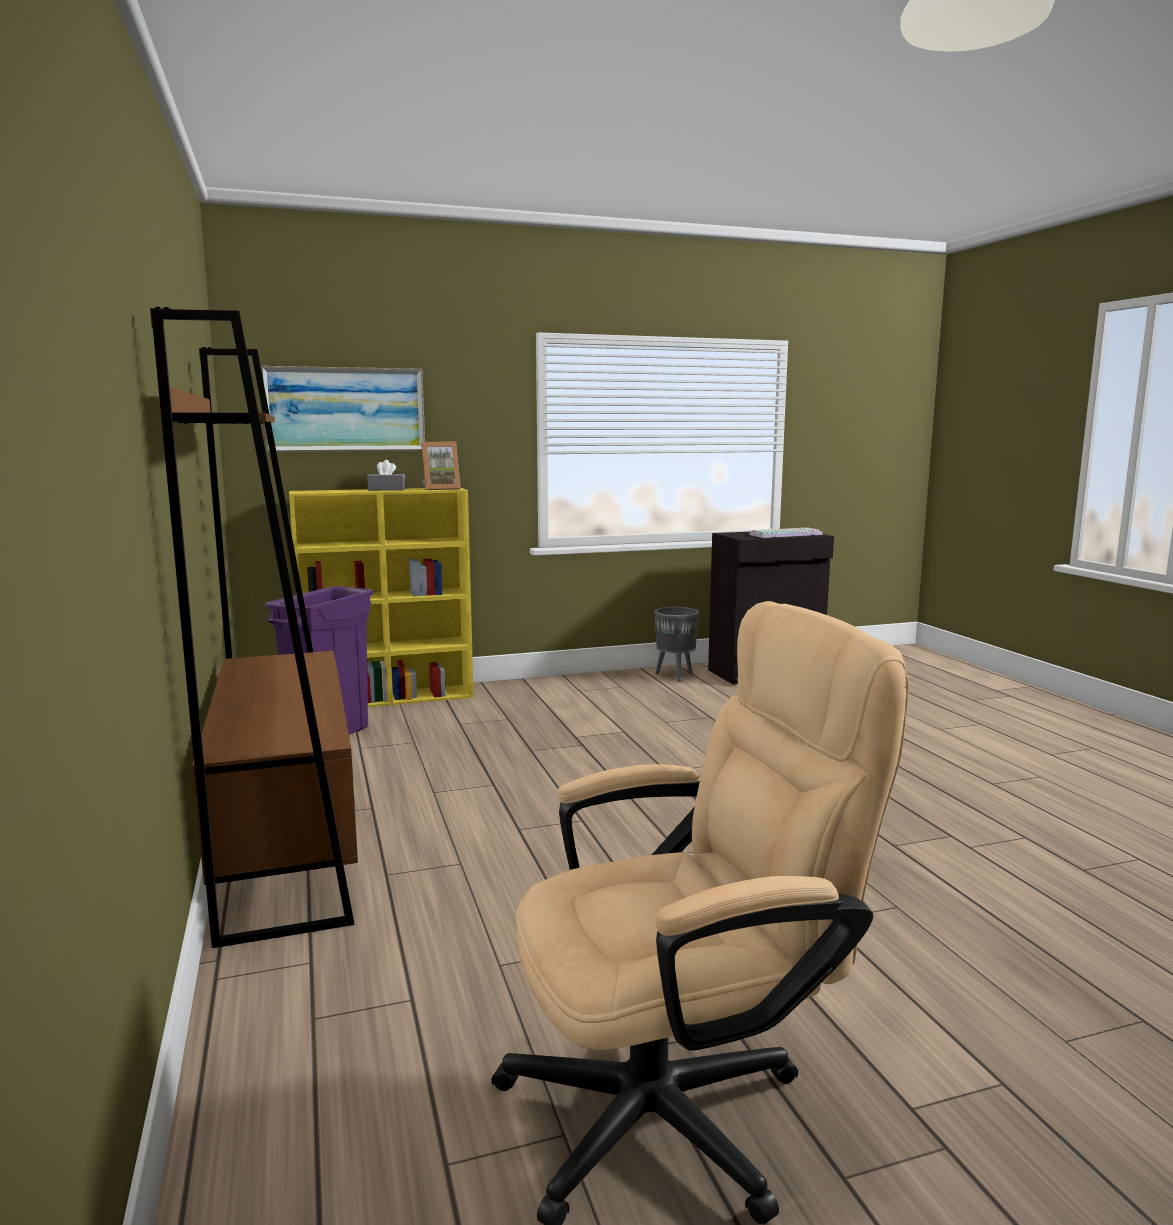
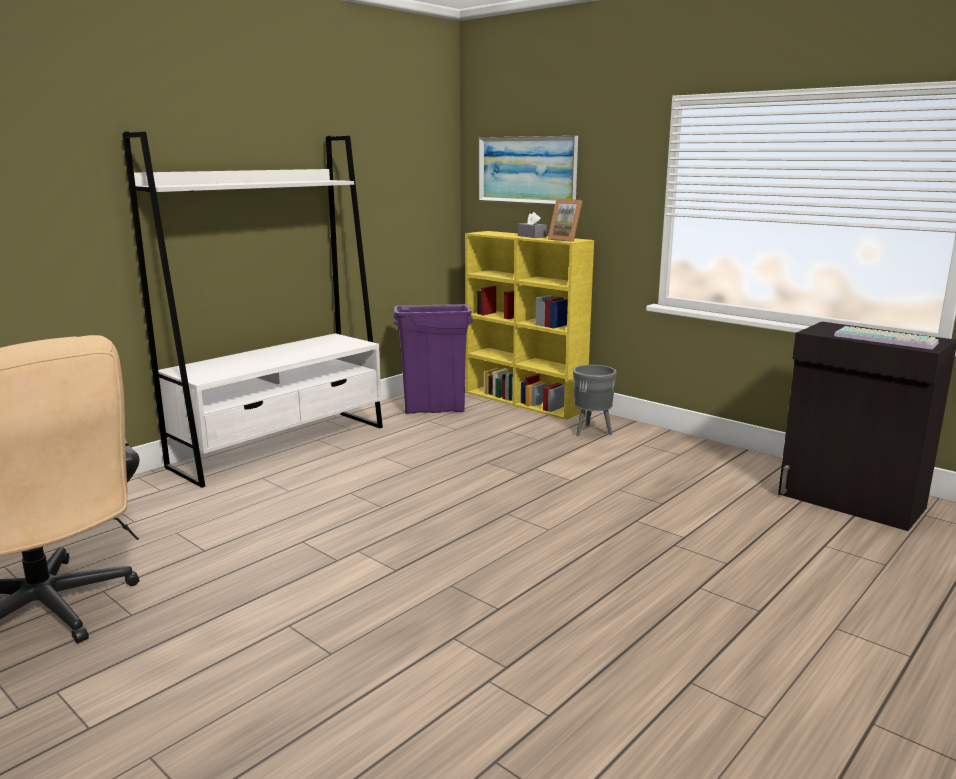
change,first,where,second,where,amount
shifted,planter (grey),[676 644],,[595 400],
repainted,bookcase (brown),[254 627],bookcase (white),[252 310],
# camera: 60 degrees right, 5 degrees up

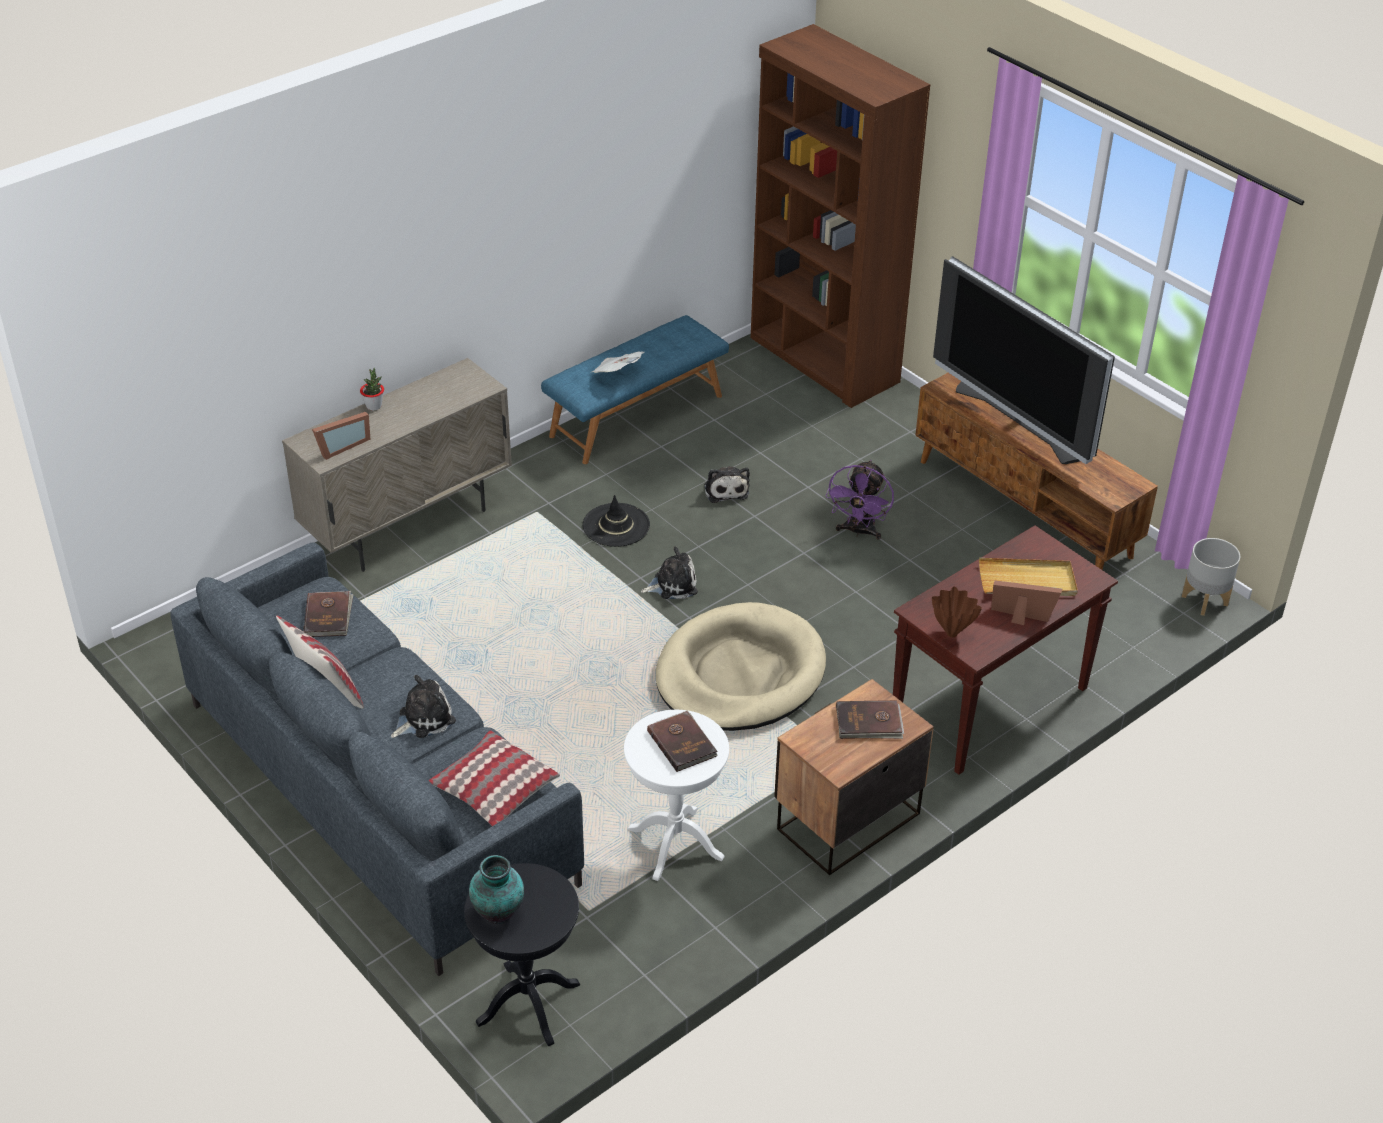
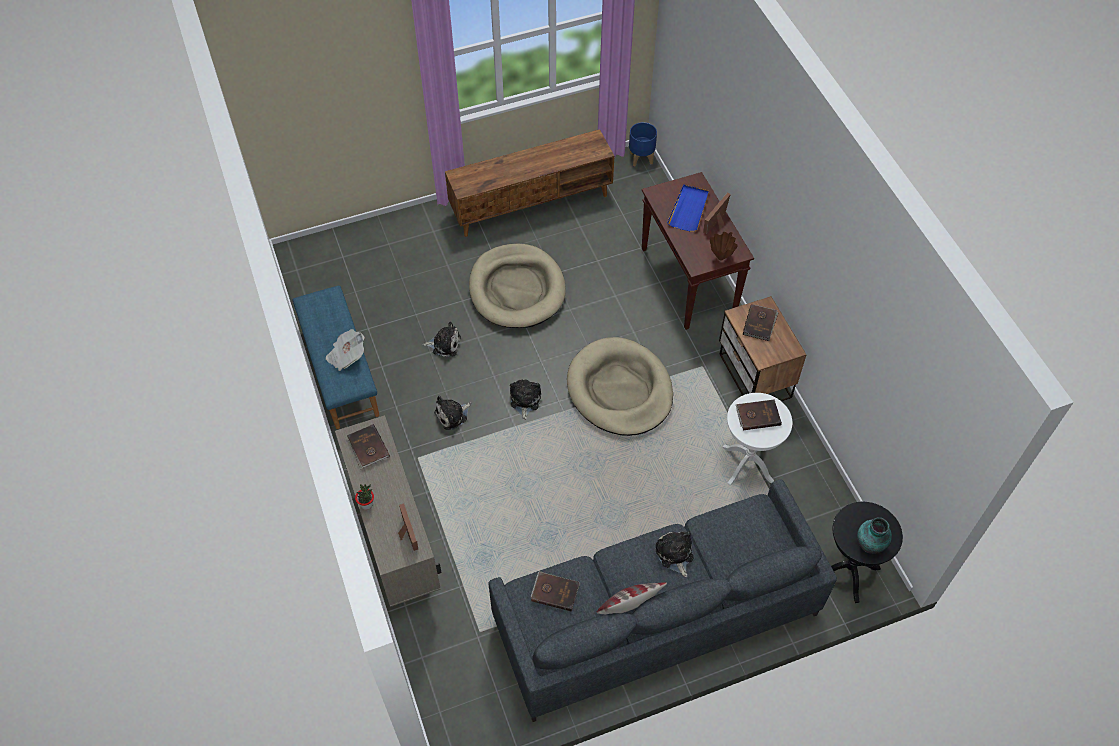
change,first,where,second,where,amount
gone,pillow,[494 778],,,
gone,bookcase (brown),[840 216],,,
gone,television,[1024 360],,,
new,,,book (brown),[368 446],
swapped,hat (black),[616 521],plush toy,[452 413],
swapped,fan (purple),[860 500],dog bed (beige),[517 286],
repainted,tray (beige),[1028 577],tray (blue),[688 208],
repainted,planter (grey),[1211 577],planter (blue),[643 144],
# camera: 70 degrees left, 15 degrees up

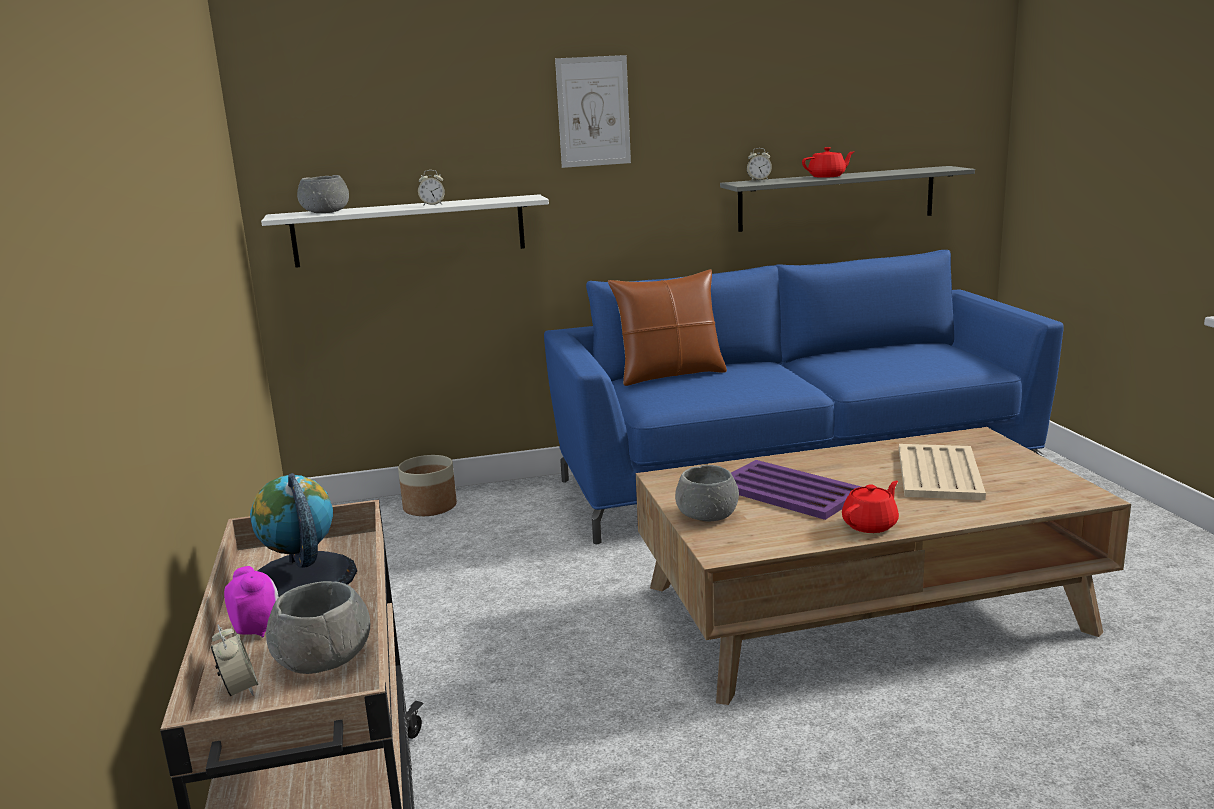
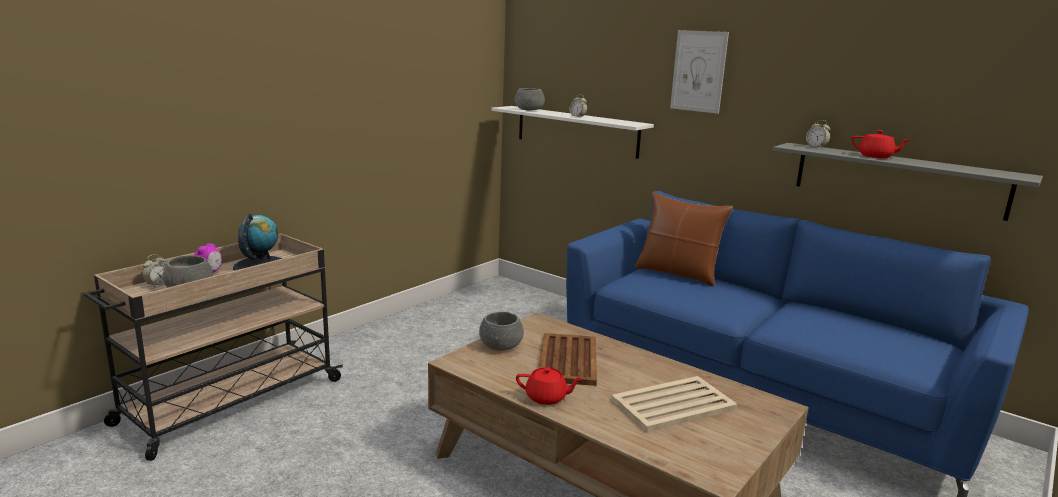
change,first,where,second,where,amount
gone,planter,[427 485],,,
repainted,tray (purple),[796 490],tray (brown),[568 359],
# camera: 50 degrees right, 0 degrees up

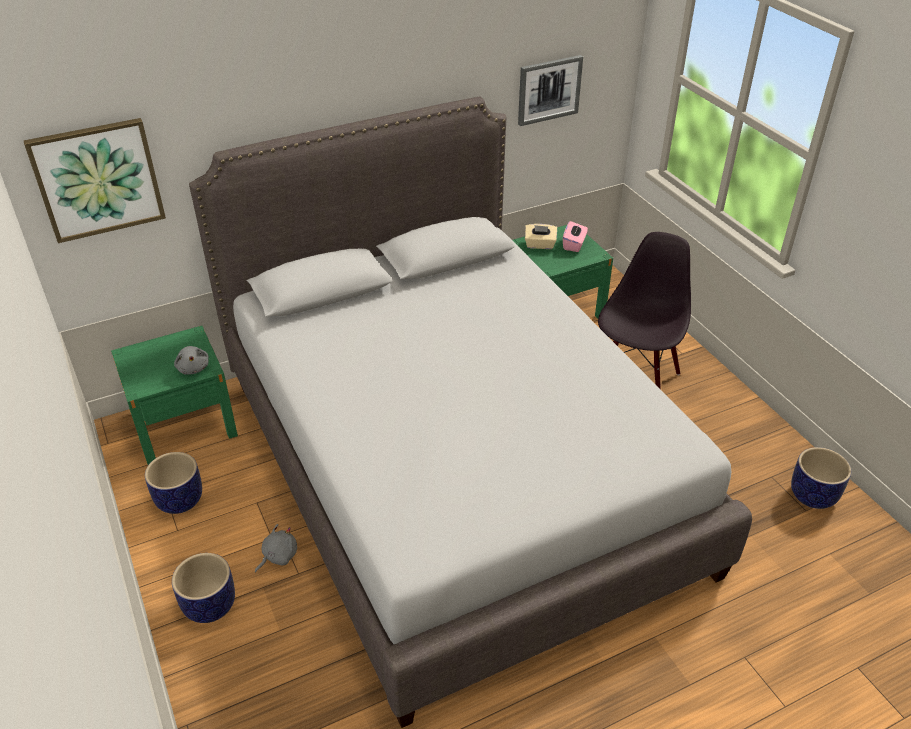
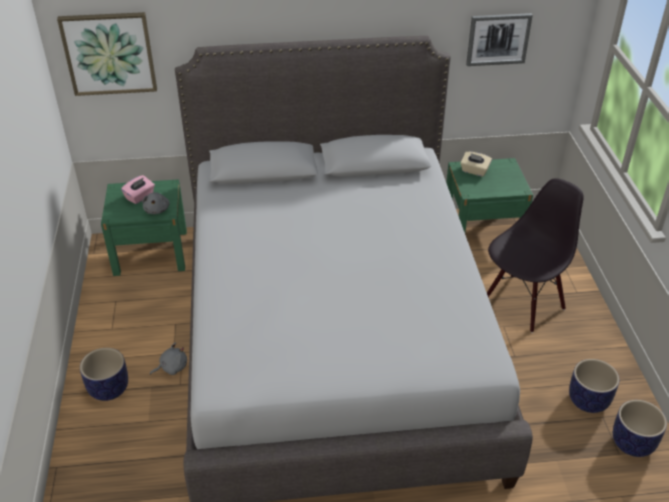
change,first,where,second,where,amount
shifted,planter,[173 483],,[594 386],
shifted,tissue box (pink),[575 236],,[138 189],
# camera: 20 degrees right, 0 degrees up

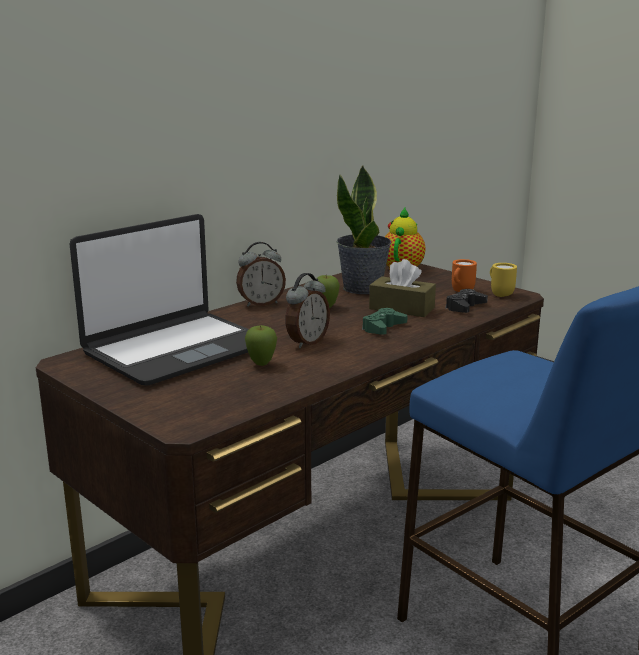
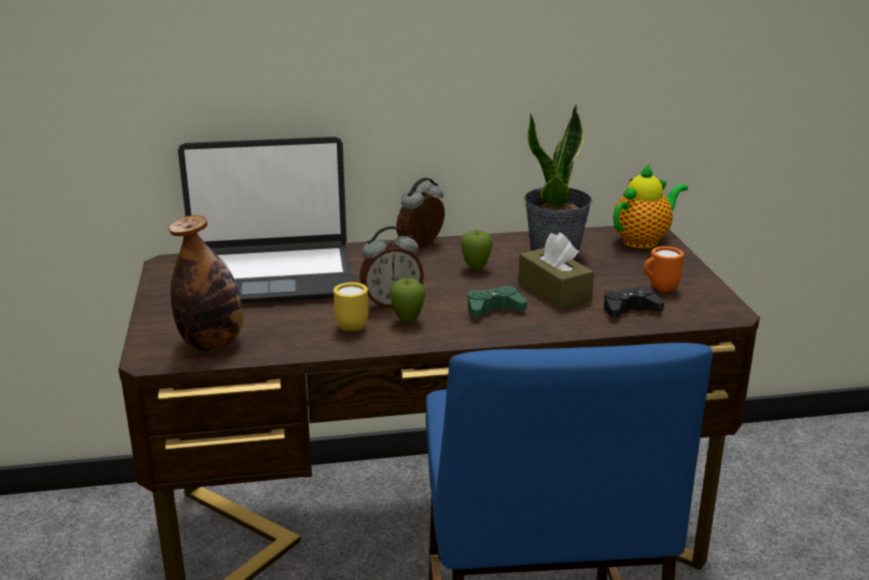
change,first,where,second,where,amount
new,,,bottle,[205 283],
shifted,apple,[261 345],,[407 300],
shifted,mug (yellow),[503 280],,[351 306],
rotated,alarm clock,[261 274],,[420 212],120 degrees clockwise
# camera: 35 degrees right, 5 degrees up

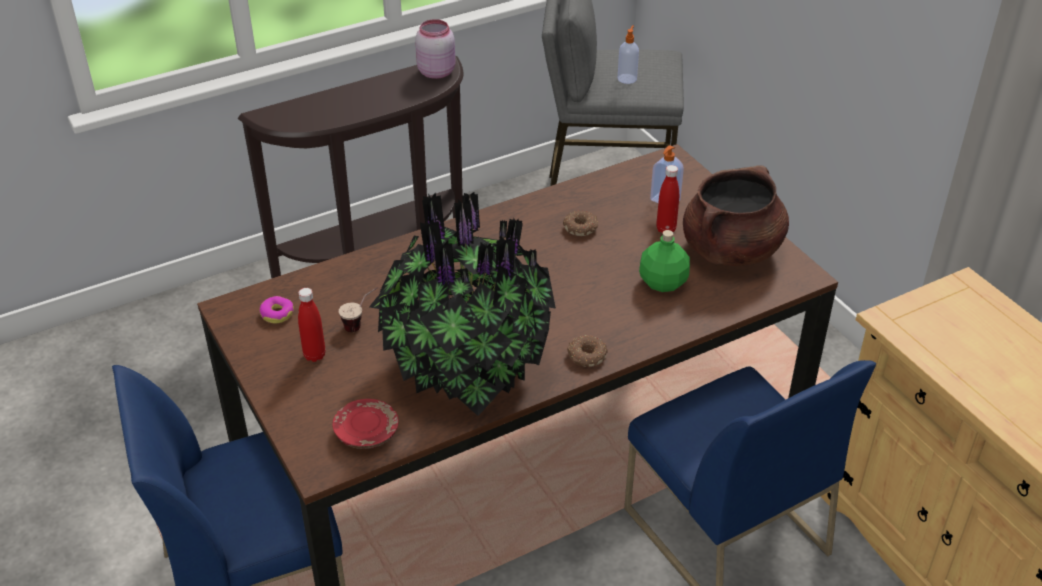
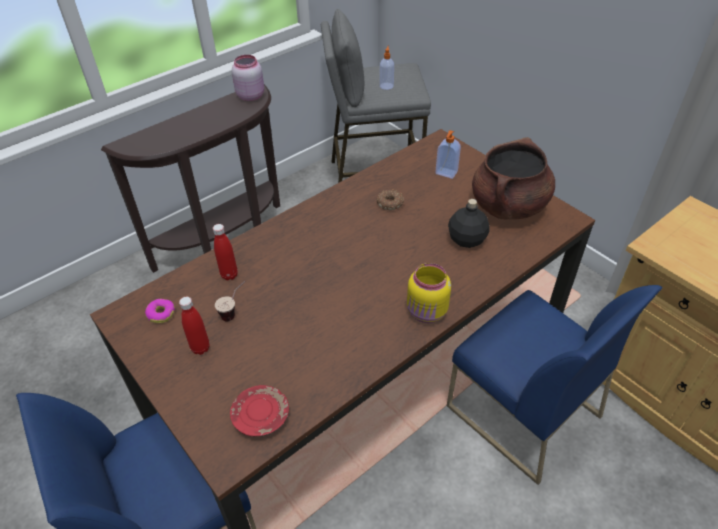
change,first,where,second,where,amount
gone,potted plant,[462 304],,,
shifted,bottle (red),[667 199],,[225 252],
swapped,donut,[587 351],jar (yellow),[429 293],
repainted,bottle (green),[664 261],bottle (black),[468 223],
# camera: 10 degrees left, 5 degrees up

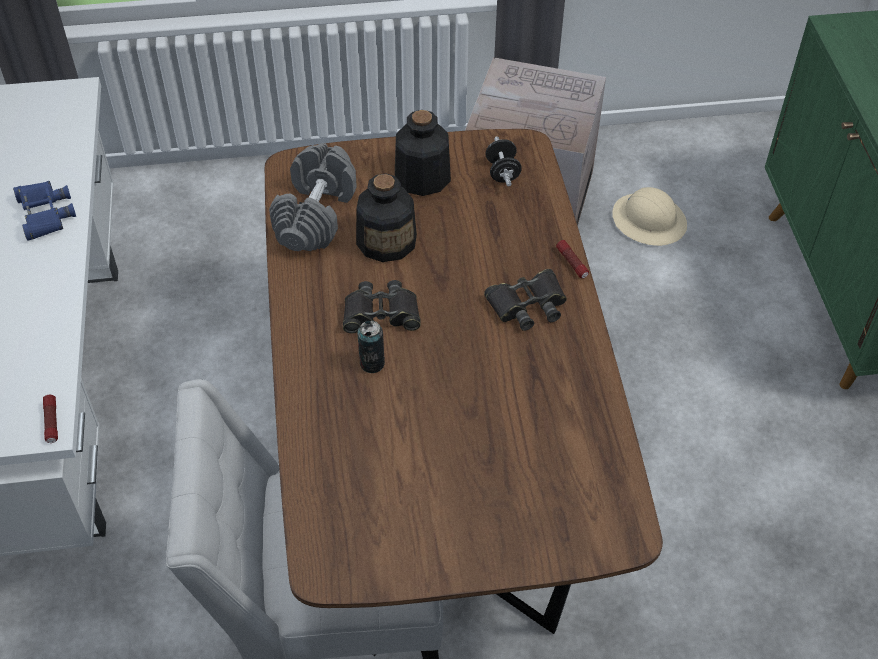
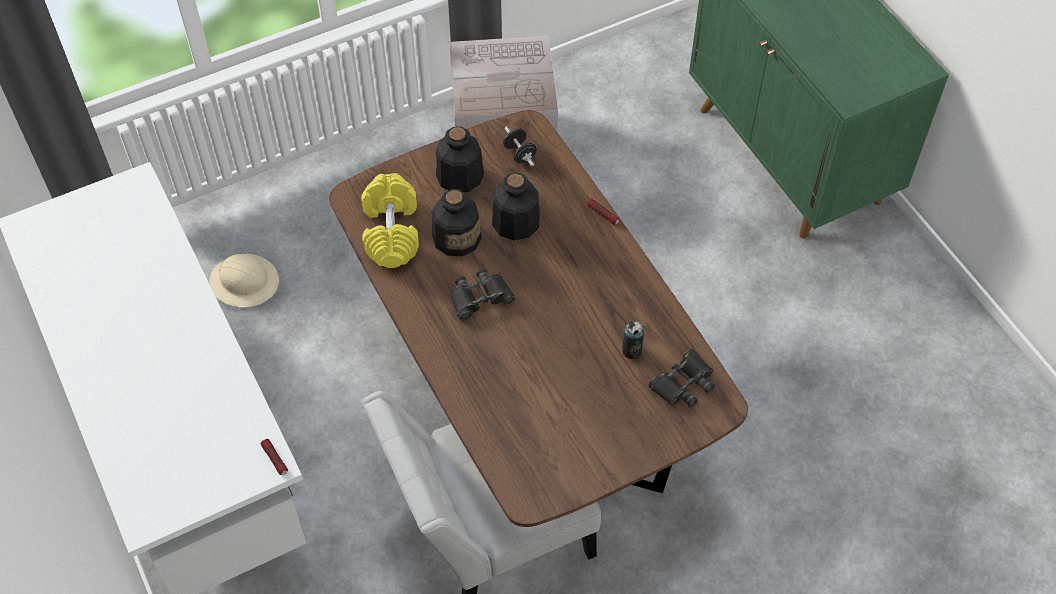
change,first,where,second,where,amount
gone,binoculars (blue),[44 211],,,
new,,,bottle,[516 206],
shifted,can,[371 346],,[633 340],
shifted,binoculars (black),[525 300],,[681 378],
shifted,hard hat (beige),[649 216],,[244 280],
repainted,dumbbell (grey),[313 197],dumbbell (yellow),[390 220],
# camera: 20 degrees left, 5 degrees up

